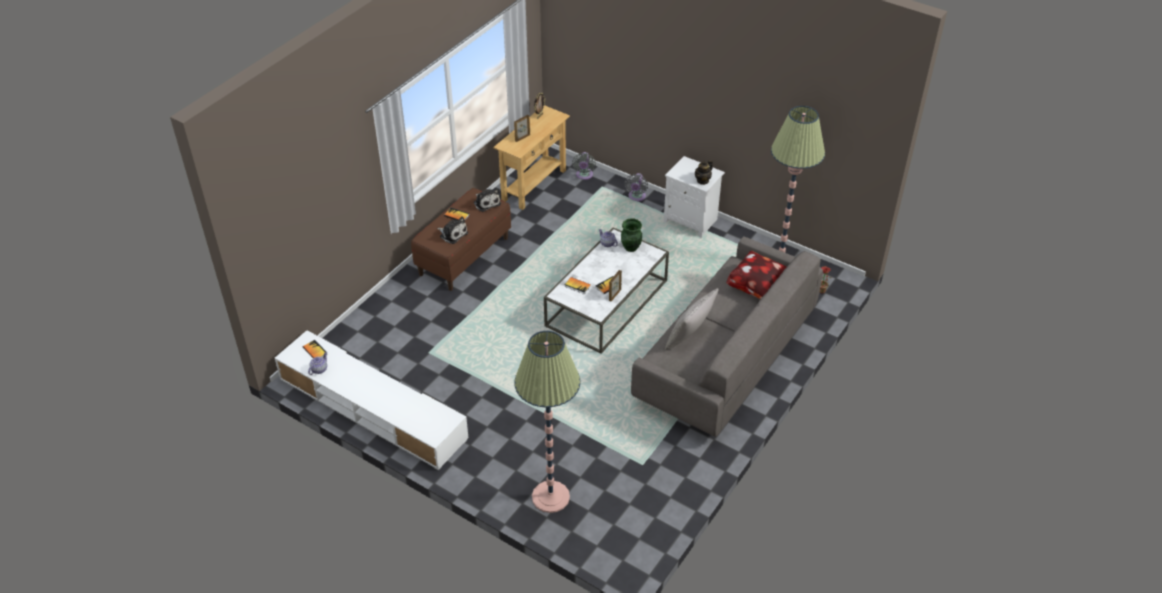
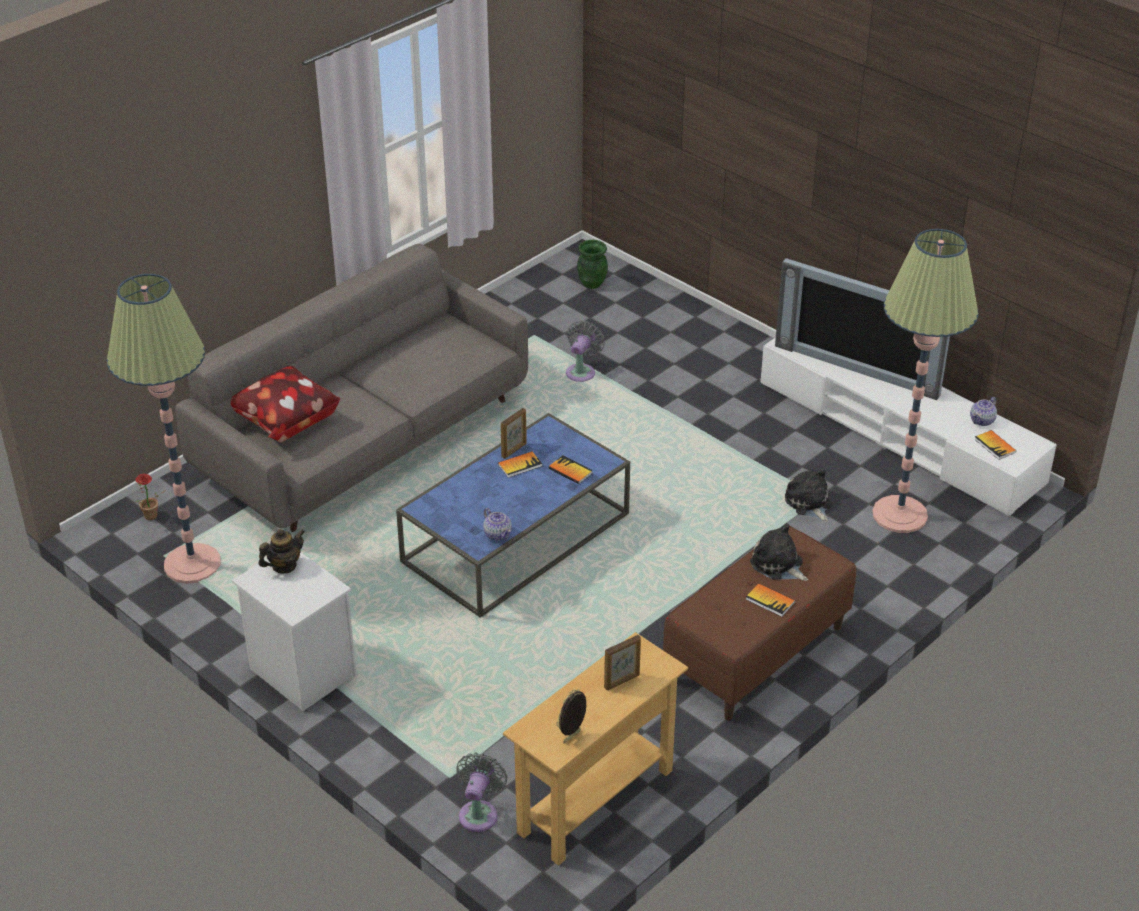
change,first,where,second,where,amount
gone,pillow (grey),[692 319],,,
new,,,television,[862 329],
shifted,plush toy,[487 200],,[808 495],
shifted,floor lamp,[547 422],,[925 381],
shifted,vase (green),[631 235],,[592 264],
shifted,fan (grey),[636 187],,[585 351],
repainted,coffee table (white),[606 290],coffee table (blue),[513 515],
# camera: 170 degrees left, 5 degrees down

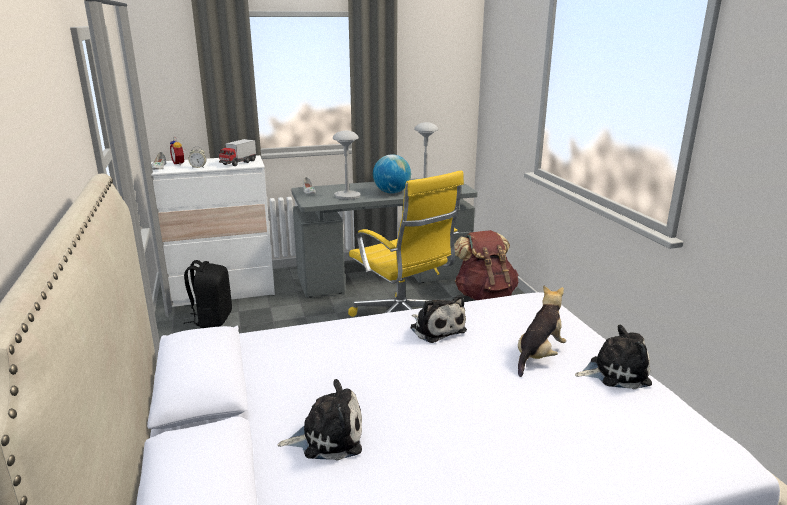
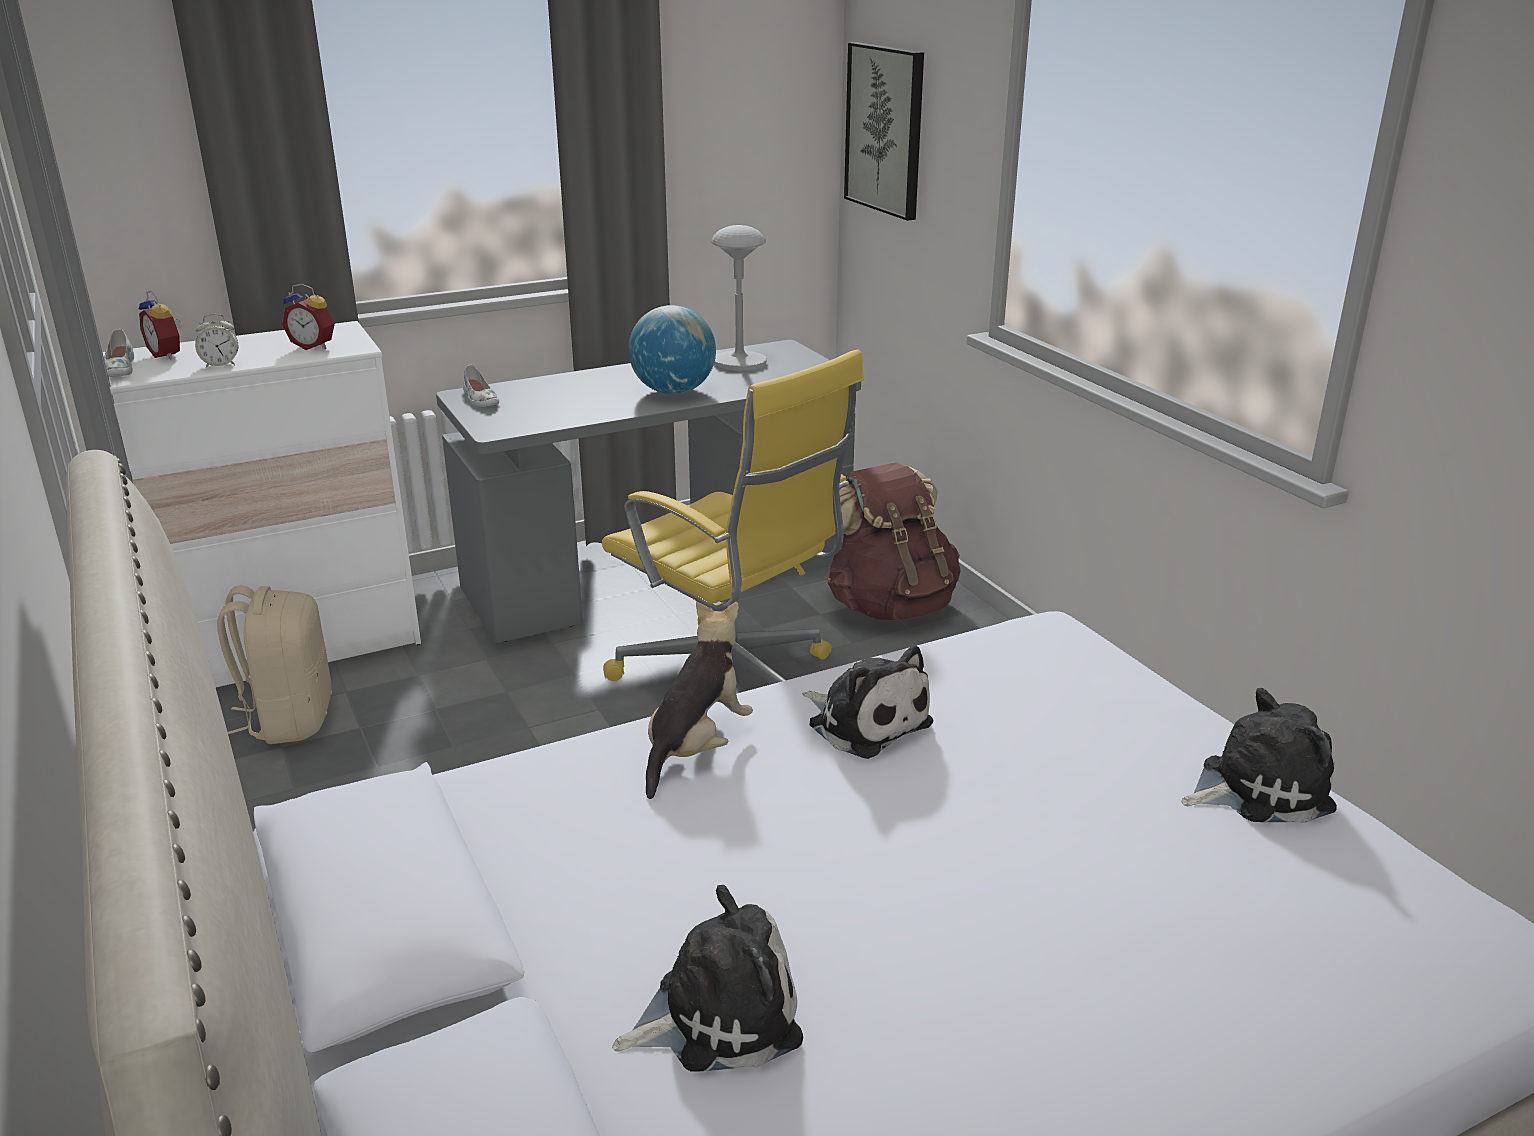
change,first,where,second,where,amount
gone,table lamp (grey),[346 165],,,
new,,,picture,[884 131],
shifted,plush toy,[542 331],,[699 700],
swapped,toy truck,[237 152],alarm clock,[308 316],
repainted,backpack (black),[208 294],backpack (beige),[274 664],
# camera: 10 degrees left, 5 degrees up

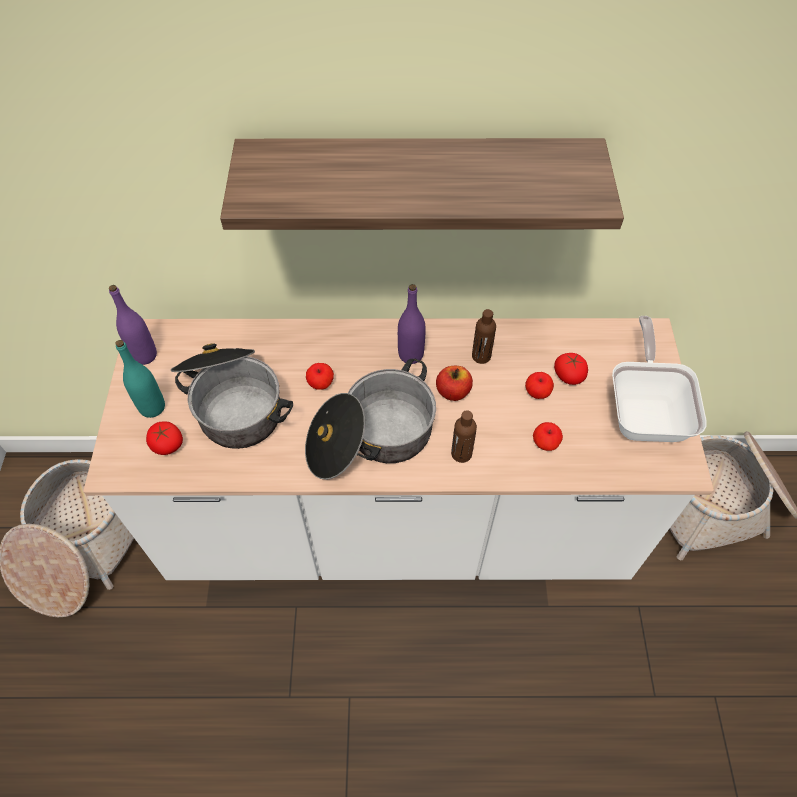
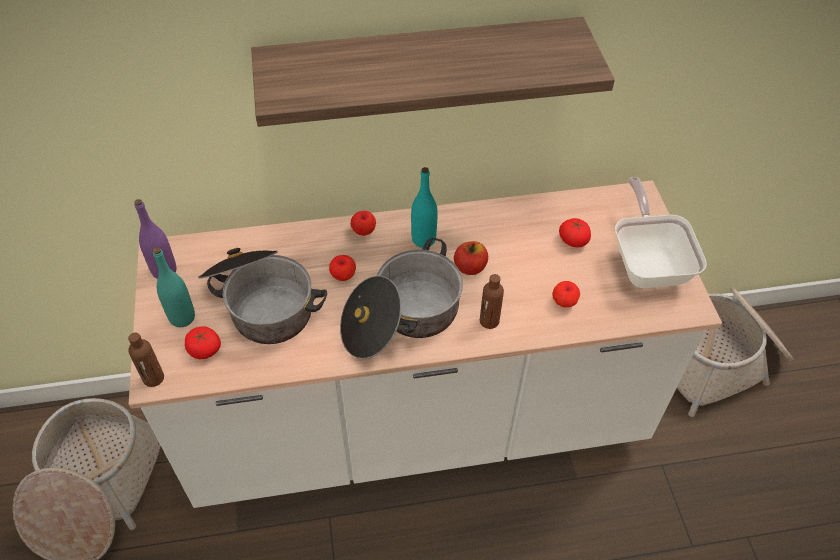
change,first,where,second,where,amount
shifted,bottle (brown),[484 336],,[146 359],
shifted,apple,[539 385],,[363 223],
repainted,bottle (purple),[412 324],bottle (turquoise),[424 207],
# camera: 10 degrees left, 5 degrees down

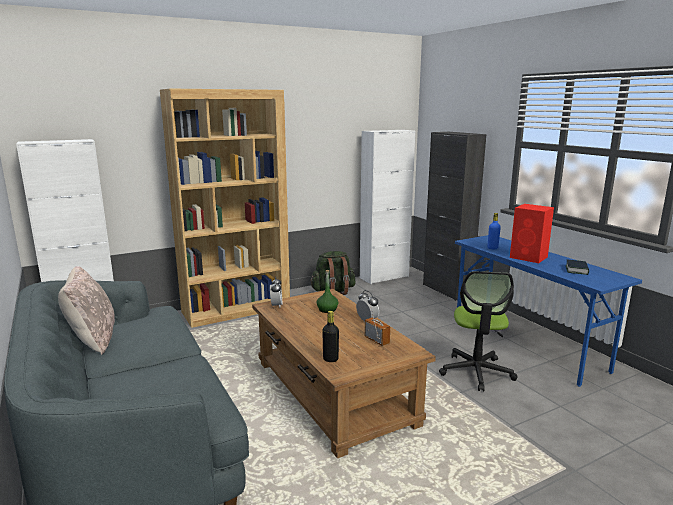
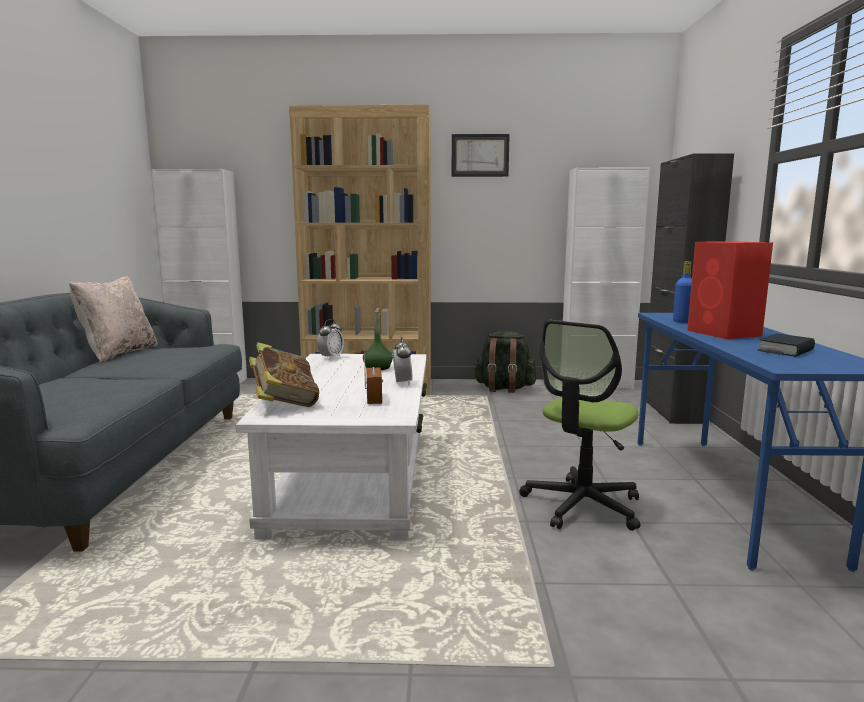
change,first,where,second,where,amount
new,,,picture,[480 155],
swapped,bottle (black),[330 336],book,[284 374],
repainted,coffee table (brown),[344 373],coffee table (white),[331 447],
# camera: 30 degrees right, 5 degrees down

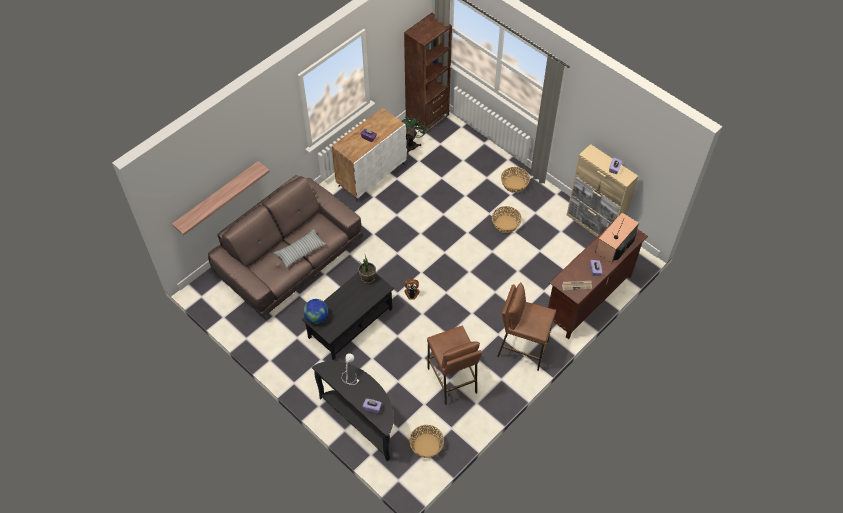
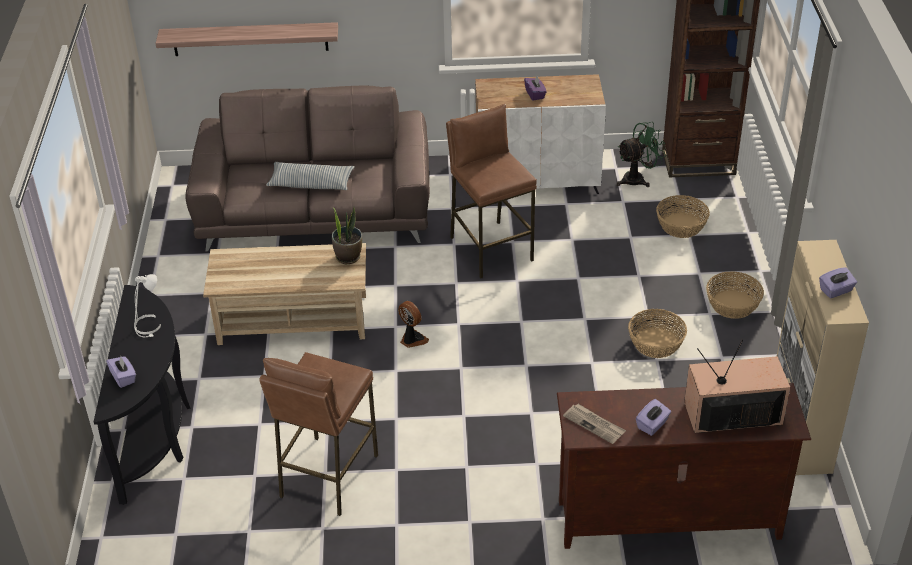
change,first,where,second,where,amount
gone,globe,[315 311],,,
shifted,basket,[426 441],,[683 216],
shifted,stool (brown),[526 326],,[491 191],
repainted,coffee table (black),[348 316],coffee table (beige),[284 294],
# camera: 45 degrees right, 15 degrees down

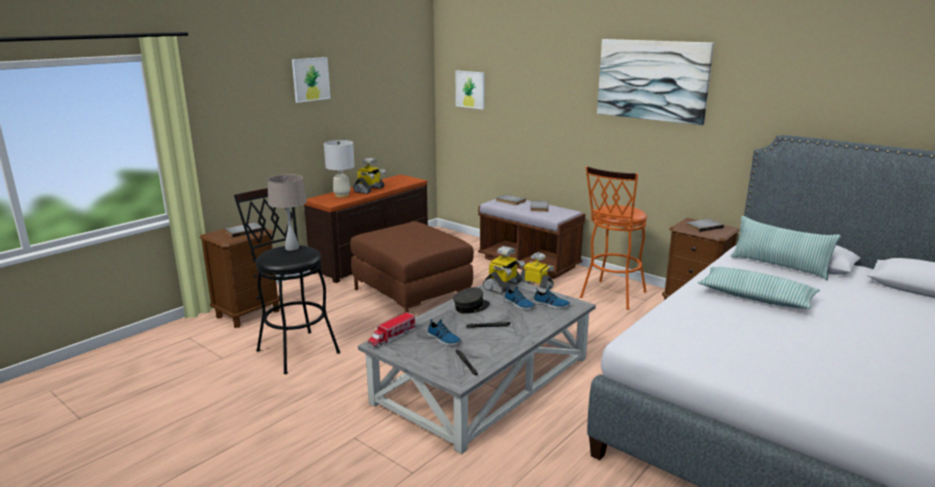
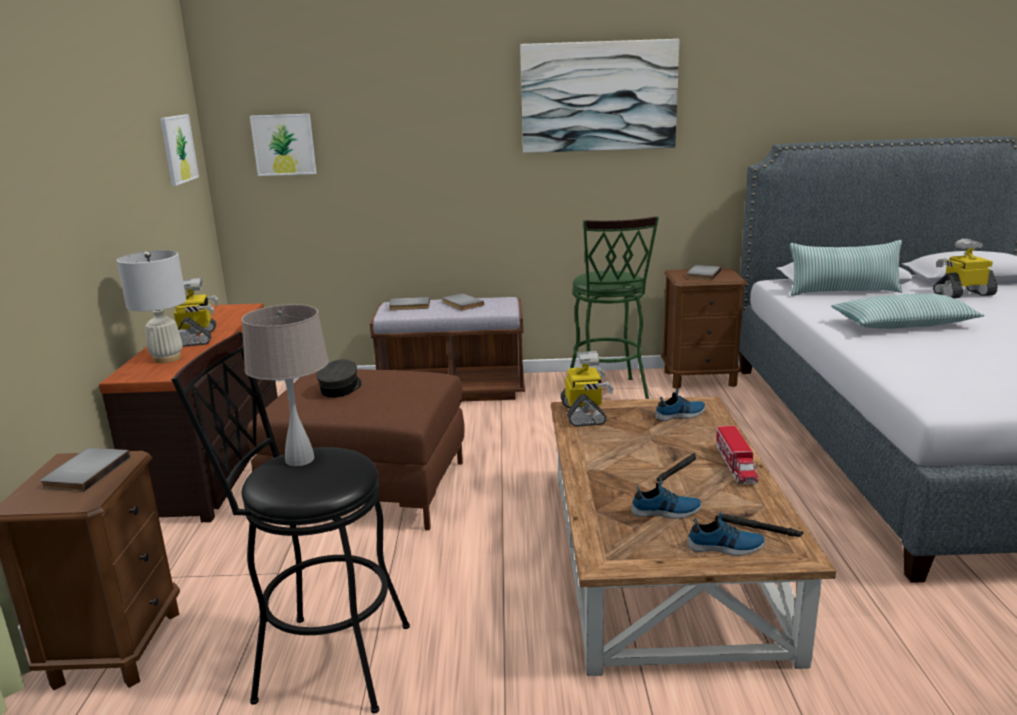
change,first,where,second,where,amount
shifted,picture,[311 80],,[179 150],
shifted,toy truck,[392 330],,[737 454],
shifted,cap (grey),[471 300],,[339 378],
shifted,shoe,[519 297],,[726 534],
shifted,toy robot,[537 271],,[965 268],
repainted,coffee table (grey),[477 366],coffee table (brown),[693 536],
repainted,stool (orange),[613 238],stool (green),[614 307],
# camera: 40 degrees left, 0 degrees up

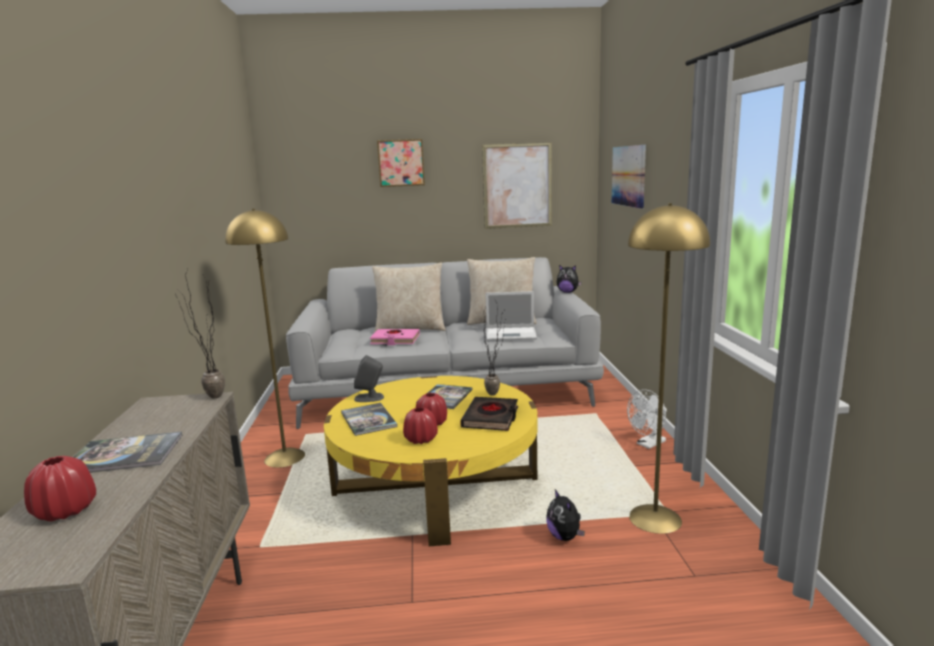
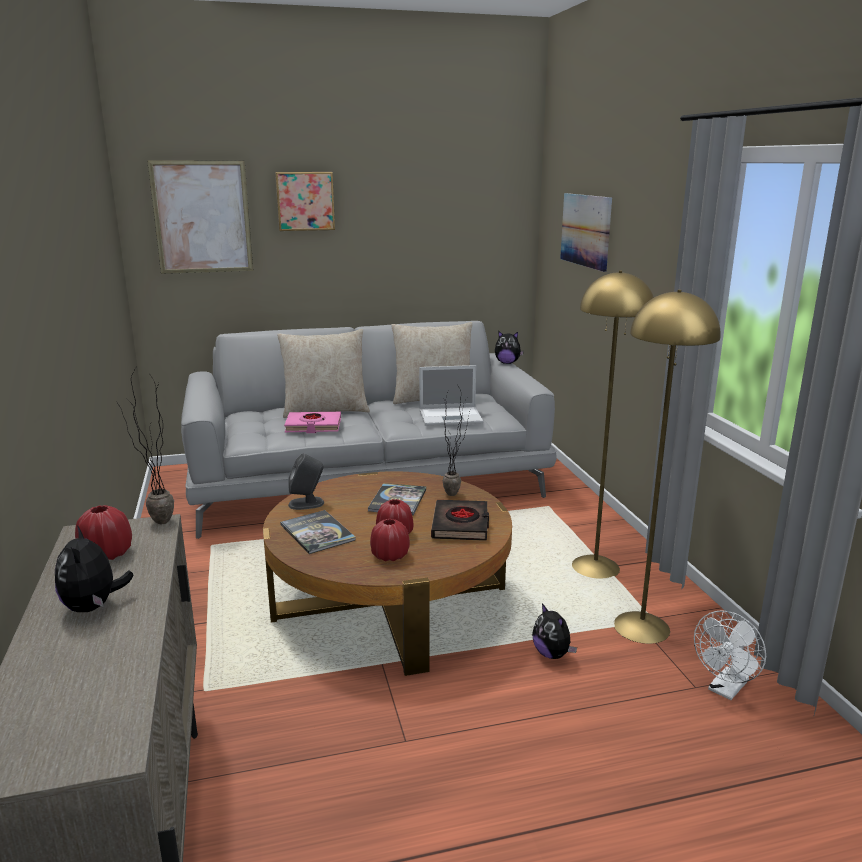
change,first,where,second,where,amount
shifted,vase (red),[60 489],,[103 532],
shifted,floor lamp (yellow),[265 338],,[613 424],
shifted,picture,[517 185],,[200 217],
shifted,fan (white),[647 419],,[730 655],
swapped,book,[128 452],plush toy,[94 569],
repainted,coffee table (yellow),[431 461],coffee table (brown),[387 573],
# camera: 10 degrees left, 5 degrees up

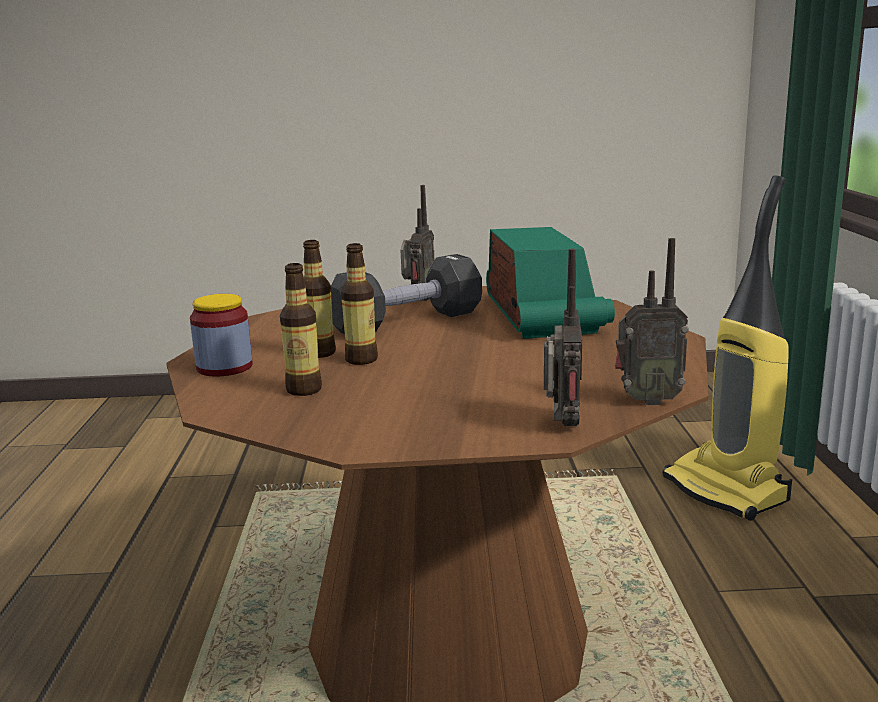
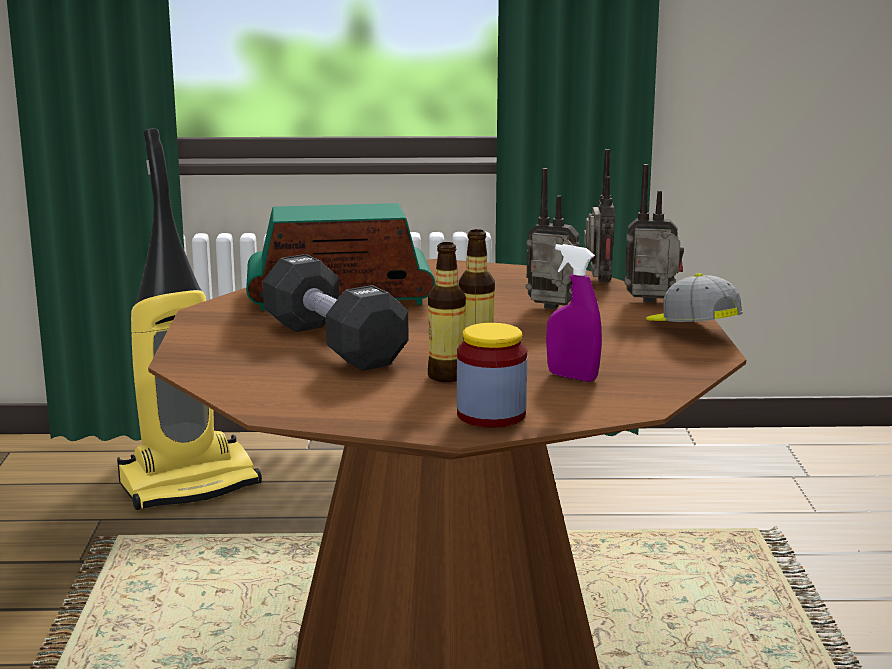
change,first,where,second,where,amount
new,,,cap,[694 297],
shifted,radio,[417 243],,[552 238],
swapped,bottle,[301 329],spray bottle (purple),[574 313],
# camera: 90 degrees left, 0 degrees up

